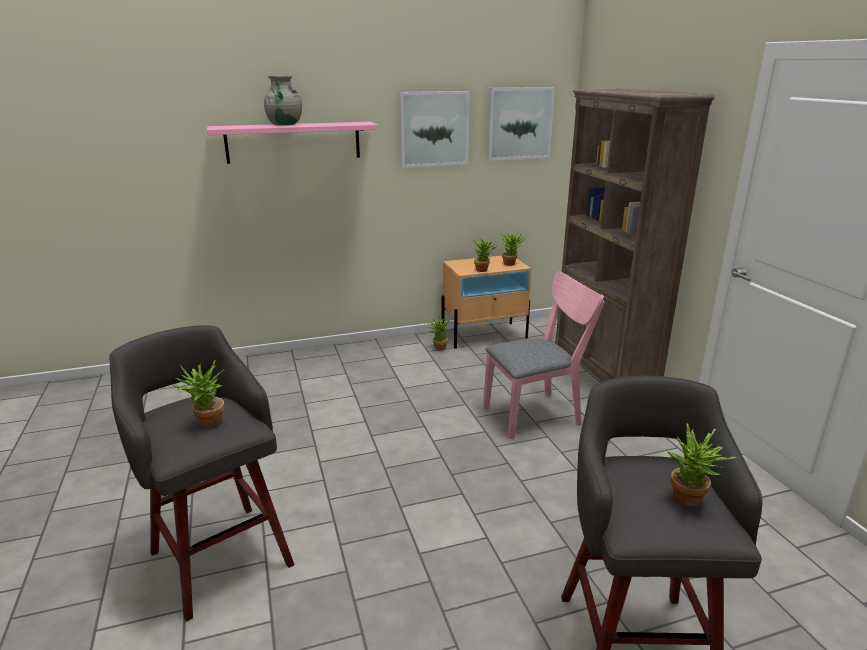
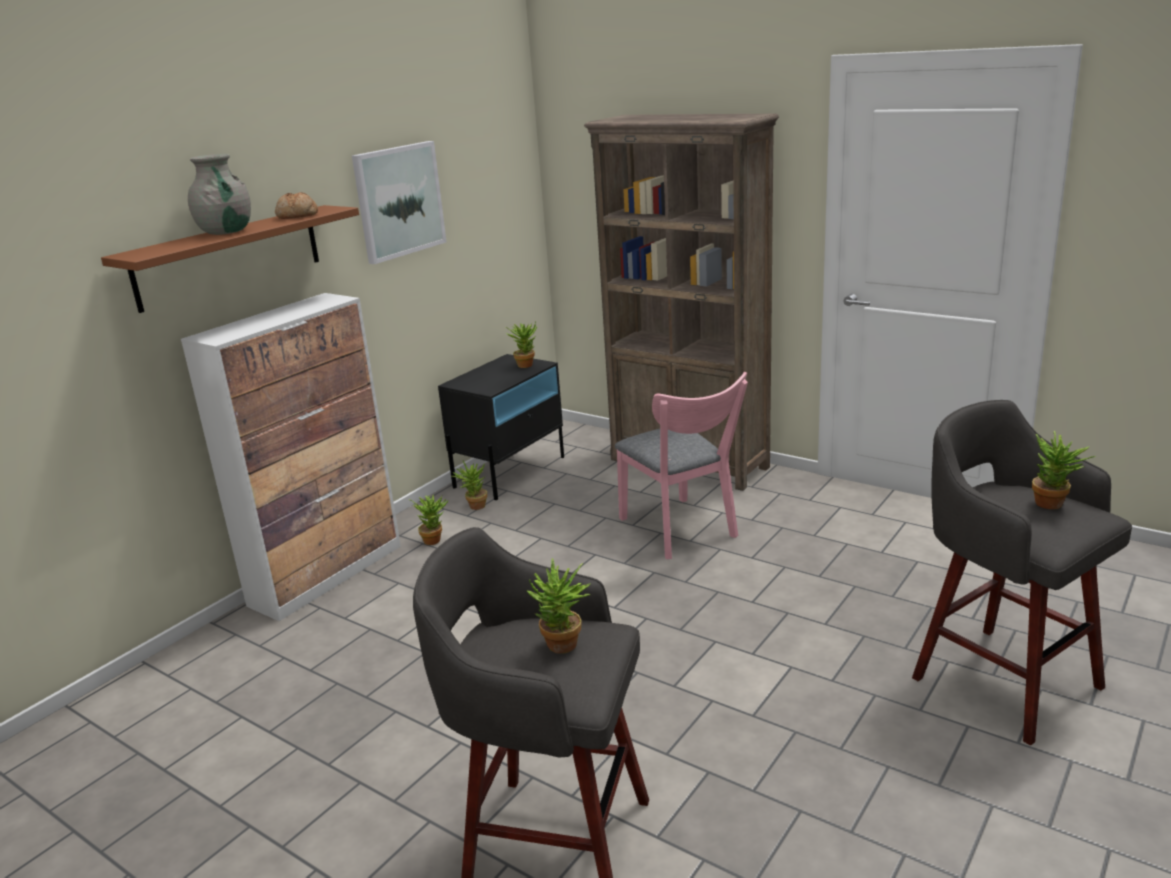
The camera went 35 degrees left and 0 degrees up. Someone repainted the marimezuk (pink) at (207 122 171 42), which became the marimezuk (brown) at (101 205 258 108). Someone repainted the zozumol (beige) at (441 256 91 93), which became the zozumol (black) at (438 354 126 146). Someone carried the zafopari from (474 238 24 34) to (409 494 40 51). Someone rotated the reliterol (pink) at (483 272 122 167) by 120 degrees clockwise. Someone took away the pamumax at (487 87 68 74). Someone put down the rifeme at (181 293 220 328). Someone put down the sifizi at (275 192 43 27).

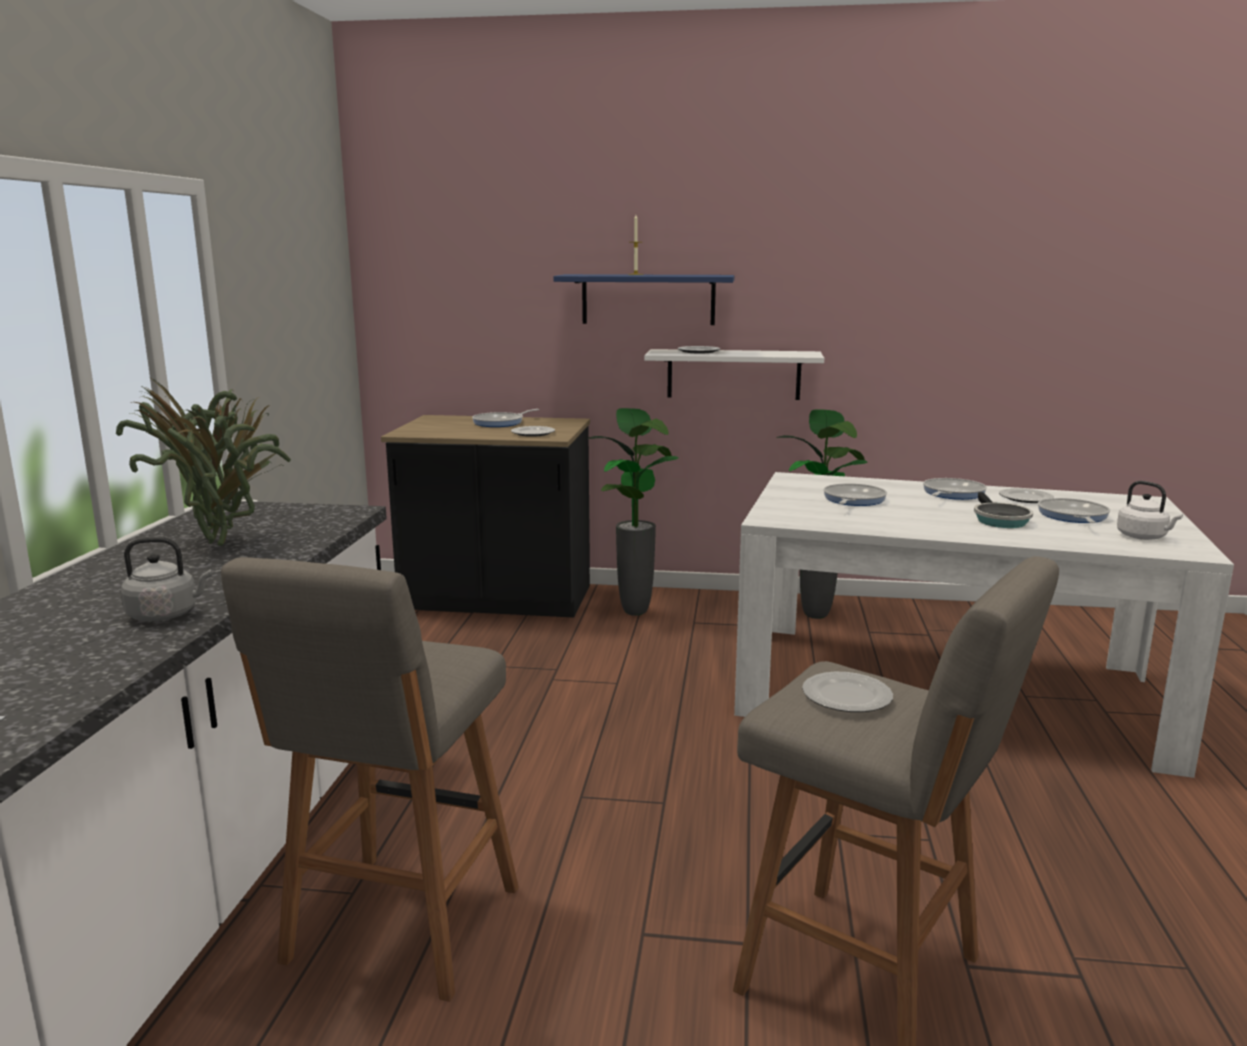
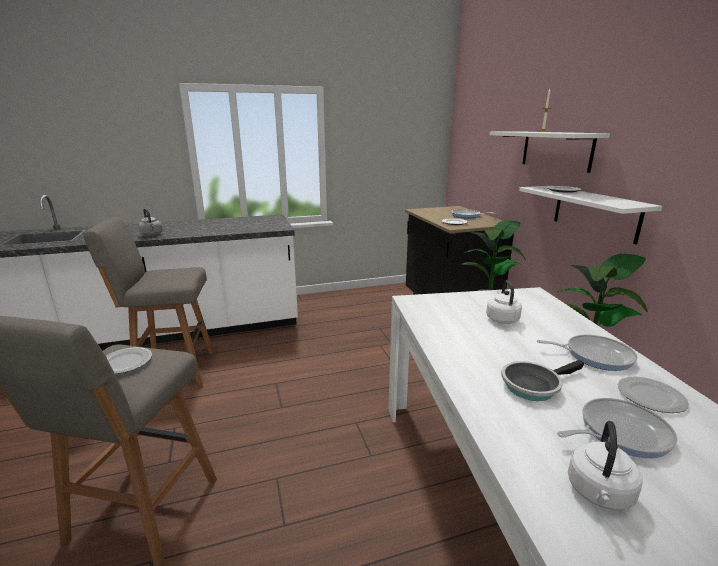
The camera went 65 degrees right and 5 degrees up. Someone took away the zafopari at (116 378 175 168). Someone repainted the marimezuk (blue) at (553 274 181 51), which became the marimezuk (white) at (490 131 120 42). Someone swapped the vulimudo at (823 483 64 23) for the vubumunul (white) at (486 280 36 44).

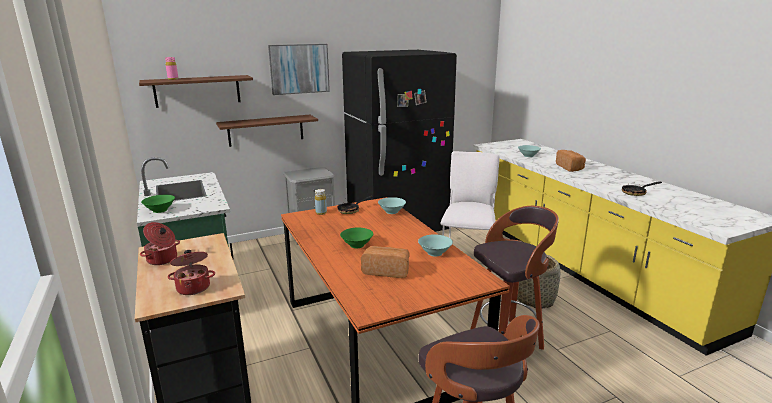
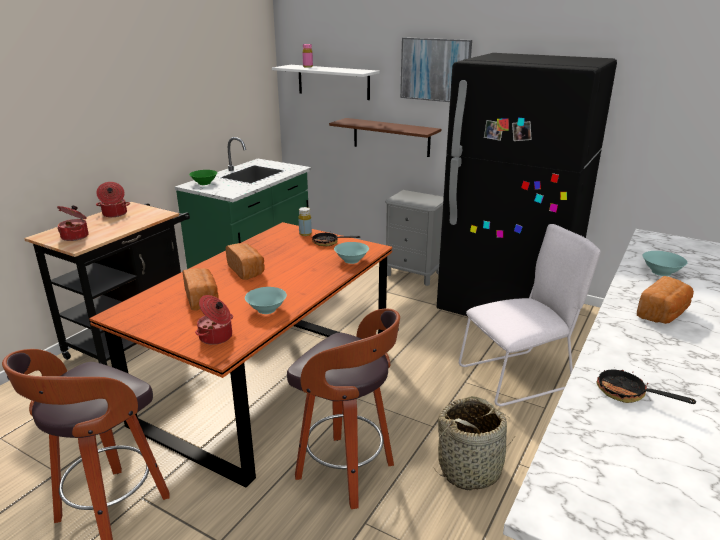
The camera went 55 degrees right and 5 degrees up. Someone repainted the marimezuk (brown) at (139 75 114 33), which became the marimezuk (white) at (272 65 108 35). Someone swapped the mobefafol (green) at (340 228 33 20) for the sifizi at (226 243 38 37). Someone put down the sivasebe at (195 295 38 50).

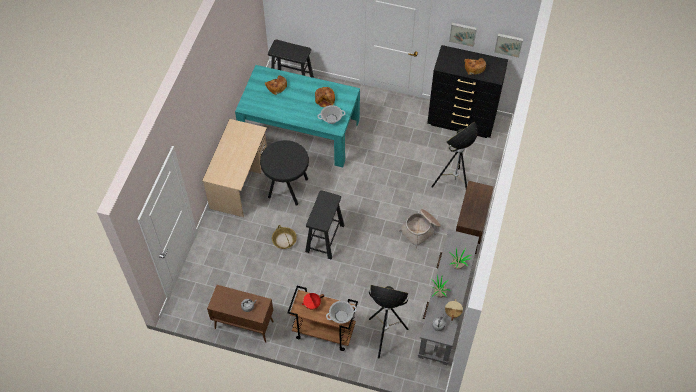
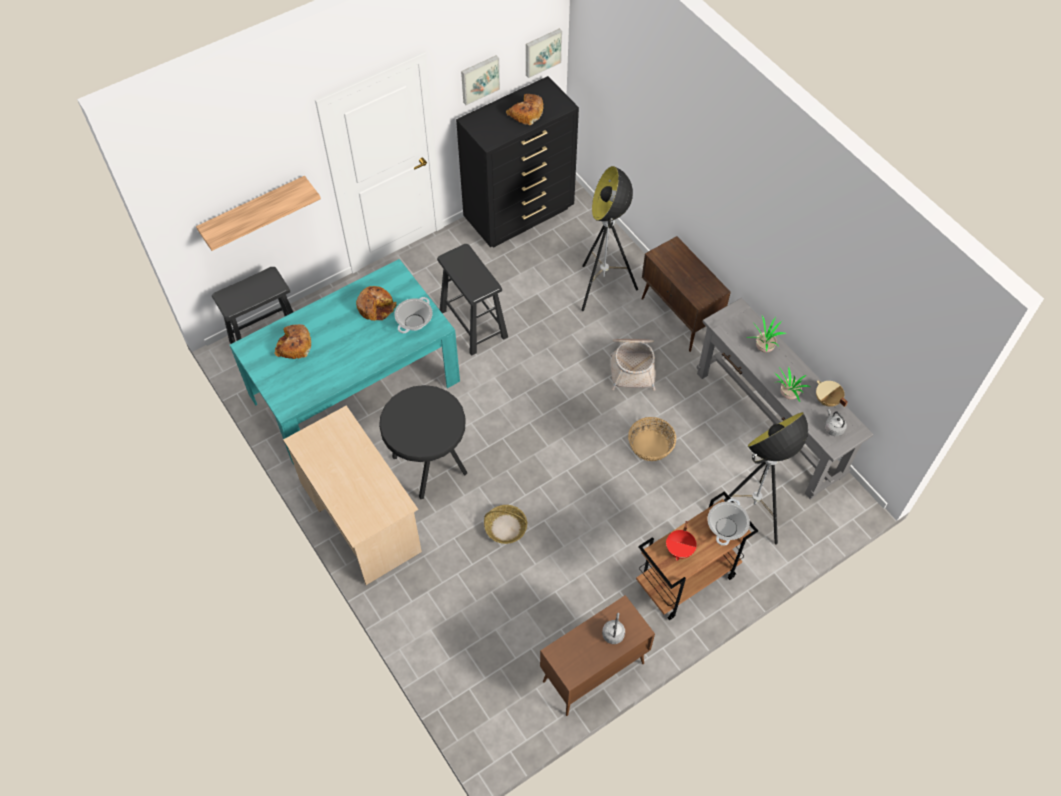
The camera went 50 degrees left and 0 degrees up. Someone carried the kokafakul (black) from (305 191 39 68) to (437 244 71 111). Someone put up the marimezuk at (196 176 125 75). Someone put down the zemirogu at (628 417 48 44).

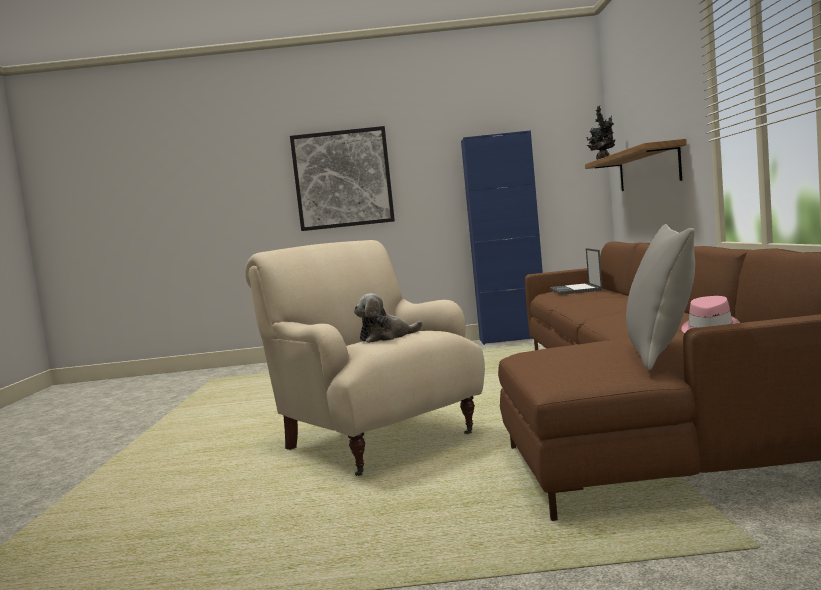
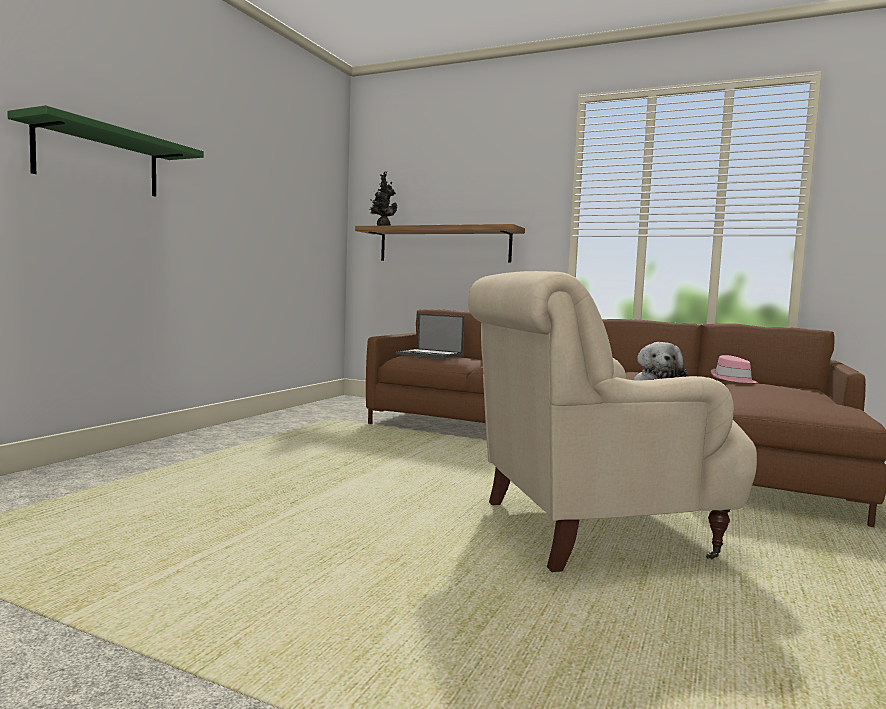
The camera went 65 degrees left and 0 degrees up. Someone swapped the pamumax at (290 126 105 105) for the marimezuk (green) at (7 105 197 92). Someone took away the rifeme (blue) at (461 130 82 215). Someone took away the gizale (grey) at (626 224 69 146).

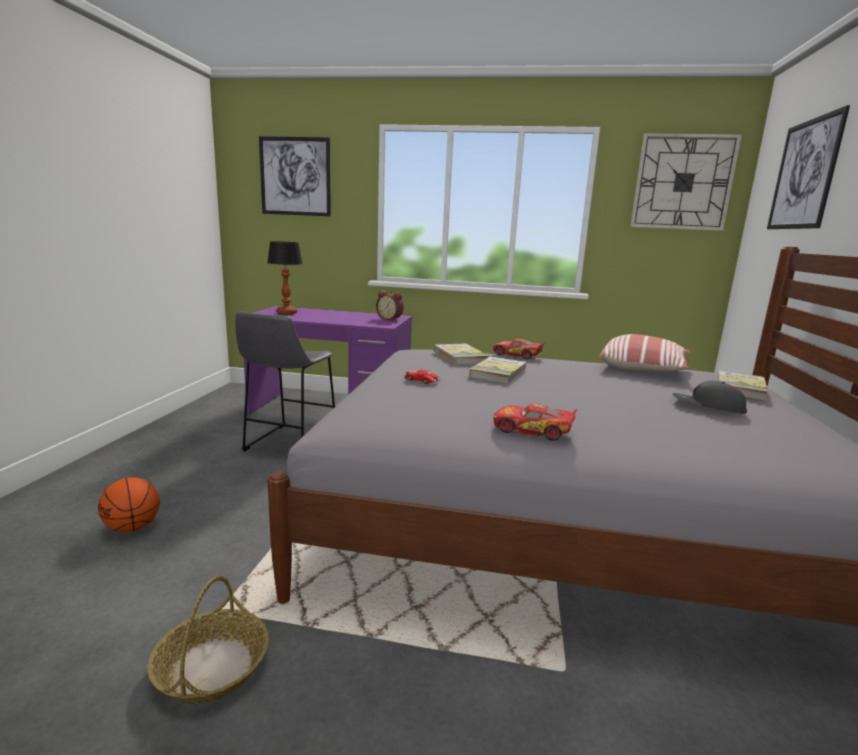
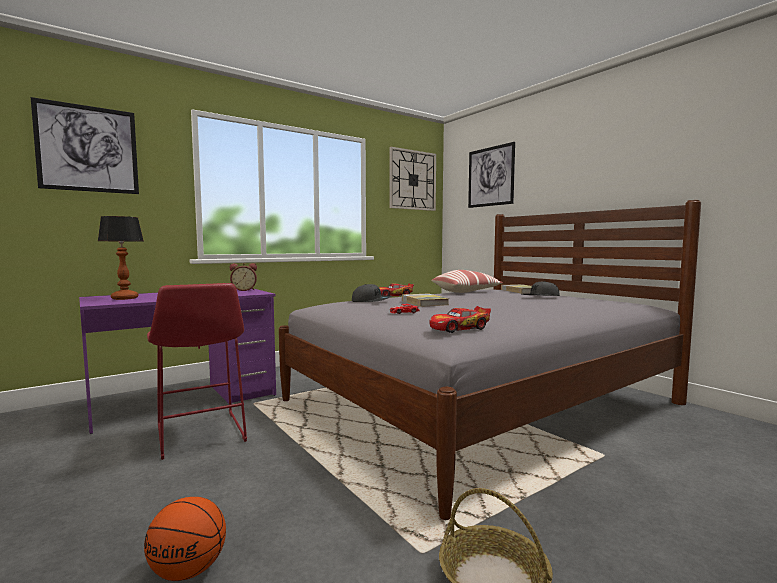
The camera went 45 degrees left and 10 degrees down. Someone repainted the kokafakul (grey) at (235 312 100 139), which became the kokafakul (red) at (147 283 100 177). Someone swapped the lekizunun at (434 343 55 22) for the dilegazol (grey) at (352 284 40 18). Someone carried the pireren from (493 403 84 38) to (429 306 62 27).

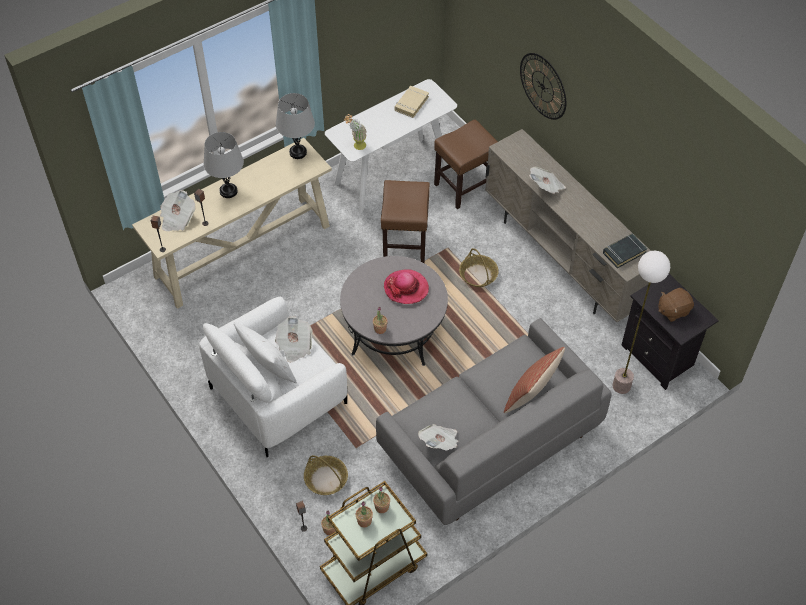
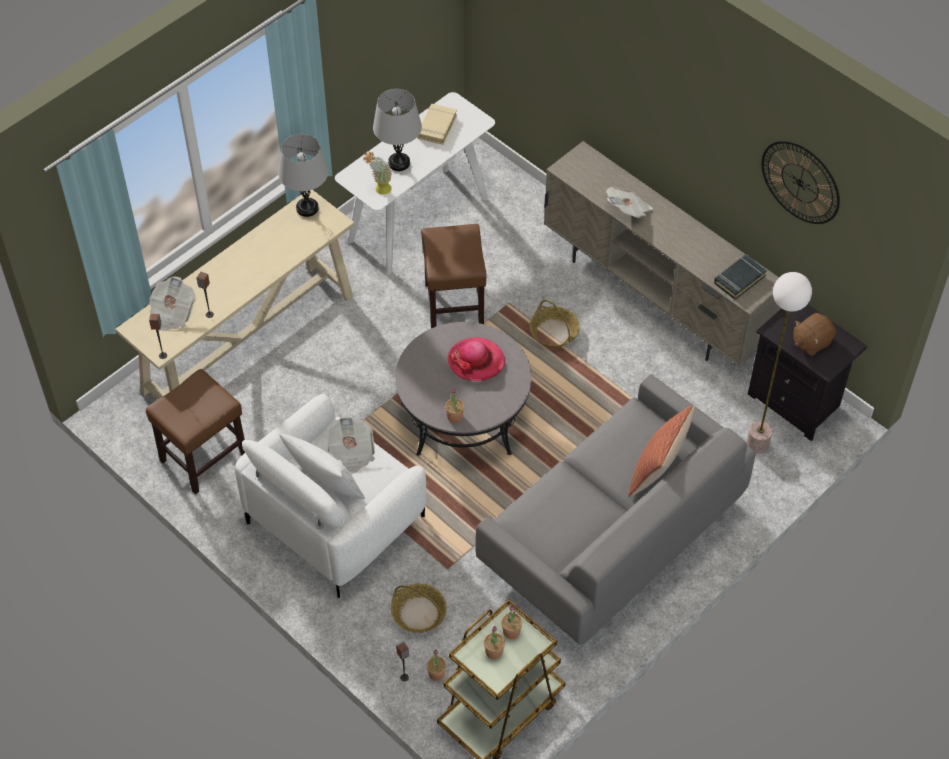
The camera went 10 degrees left and 0 degrees up. Someone carried the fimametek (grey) from (204 132 40 66) to (373 89 49 82). Someone took away the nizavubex at (418 424 40 27). Someone carried the kokafakul (brown) from (434 120 64 89) to (146 369 99 126). Someone carried the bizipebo from (520 53 46 67) to (762 141 78 83).

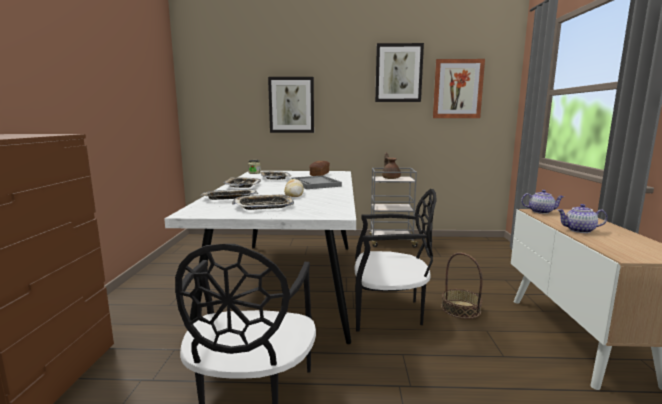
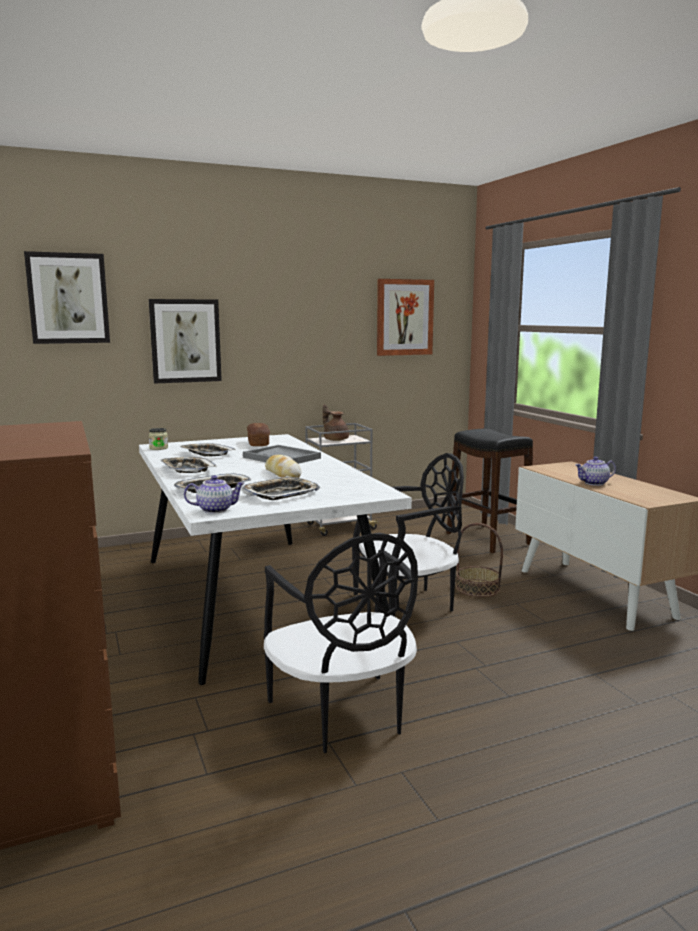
The camera went 25 degrees left and 0 degrees up. Someone carried the pamumax from (375 43 49 59) to (24 251 86 93). Someone carried the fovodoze from (521 190 43 24) to (184 475 61 38). Someone put down the kokafakul (black) at (446 429 87 124).

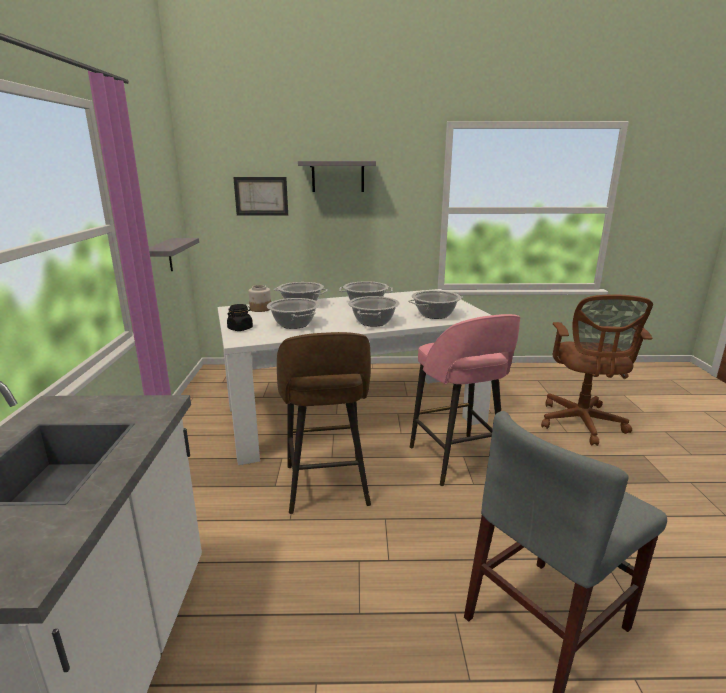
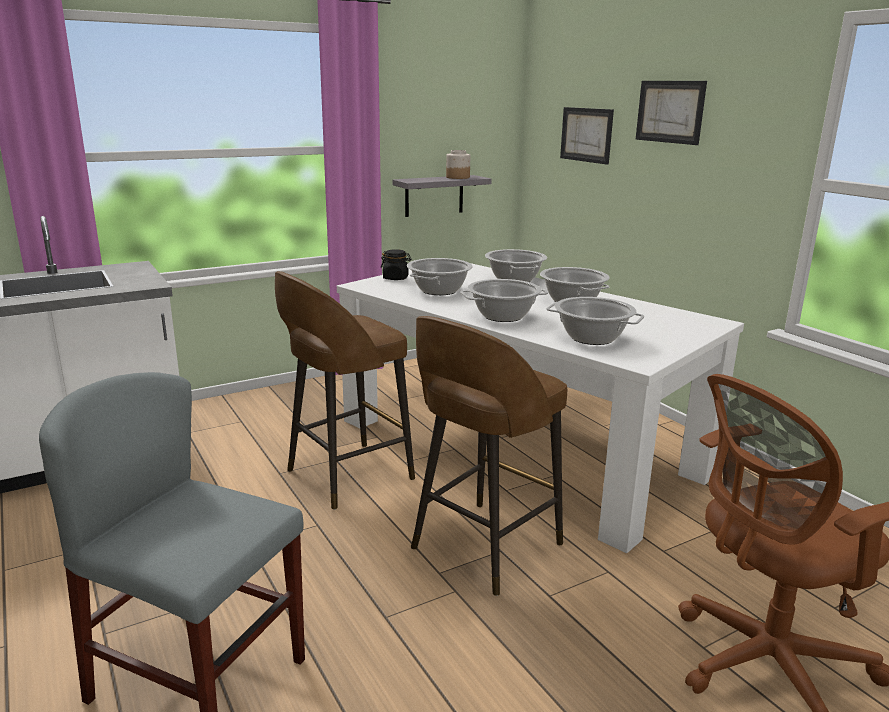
The camera went 60 degrees right and 0 degrees up. Someone carried the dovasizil from (248 285 23 27) to (446 150 24 29). Someone swapped the marimezuk (grey) at (298 161 78 31) for the pamumax at (636 81 71 64). Someone repainted the kokafakul (pink) at (410 314 110 172), which became the kokafakul (brown) at (411 316 156 280).

